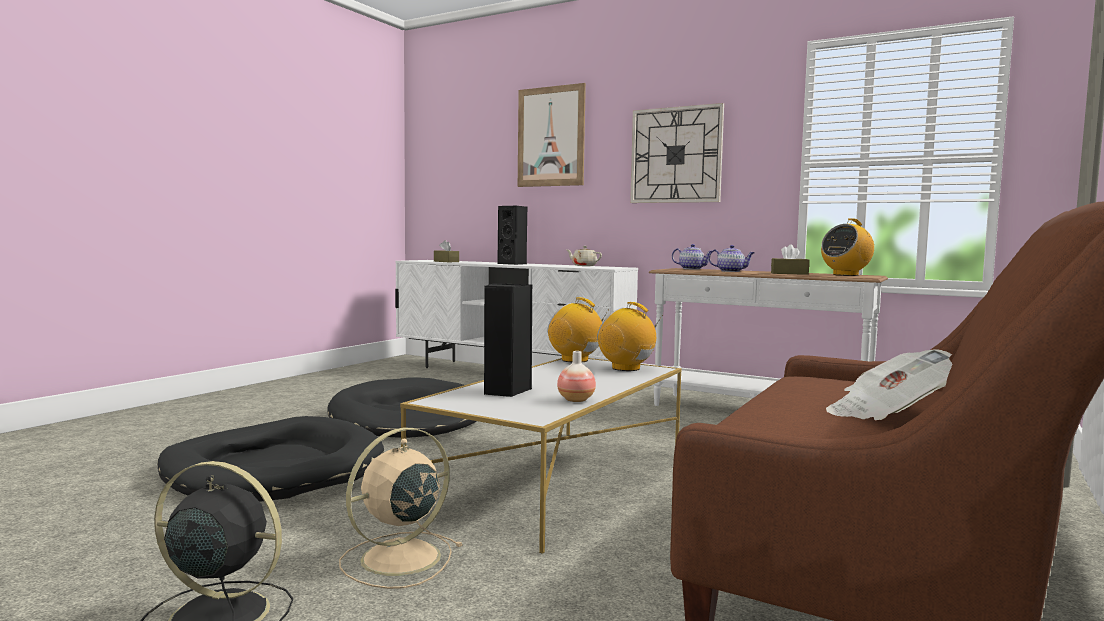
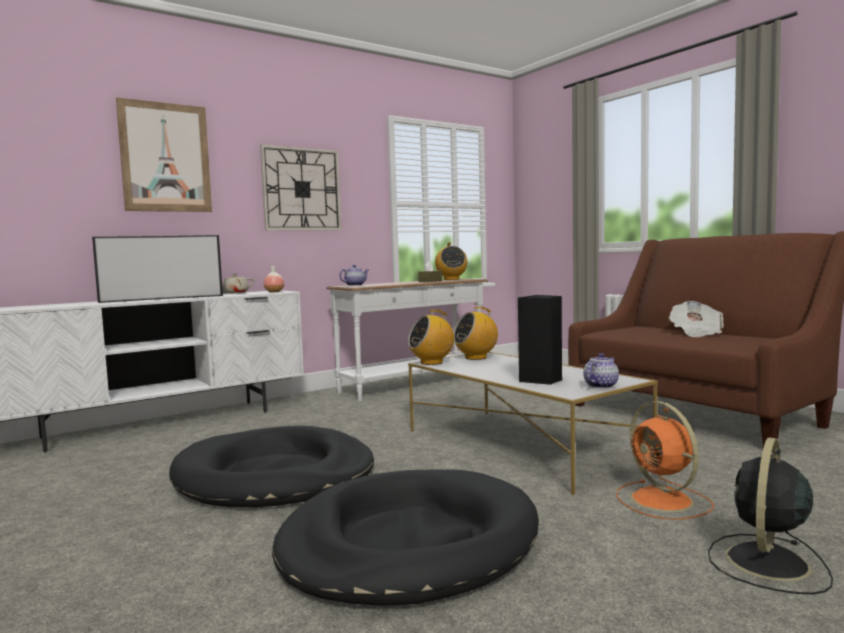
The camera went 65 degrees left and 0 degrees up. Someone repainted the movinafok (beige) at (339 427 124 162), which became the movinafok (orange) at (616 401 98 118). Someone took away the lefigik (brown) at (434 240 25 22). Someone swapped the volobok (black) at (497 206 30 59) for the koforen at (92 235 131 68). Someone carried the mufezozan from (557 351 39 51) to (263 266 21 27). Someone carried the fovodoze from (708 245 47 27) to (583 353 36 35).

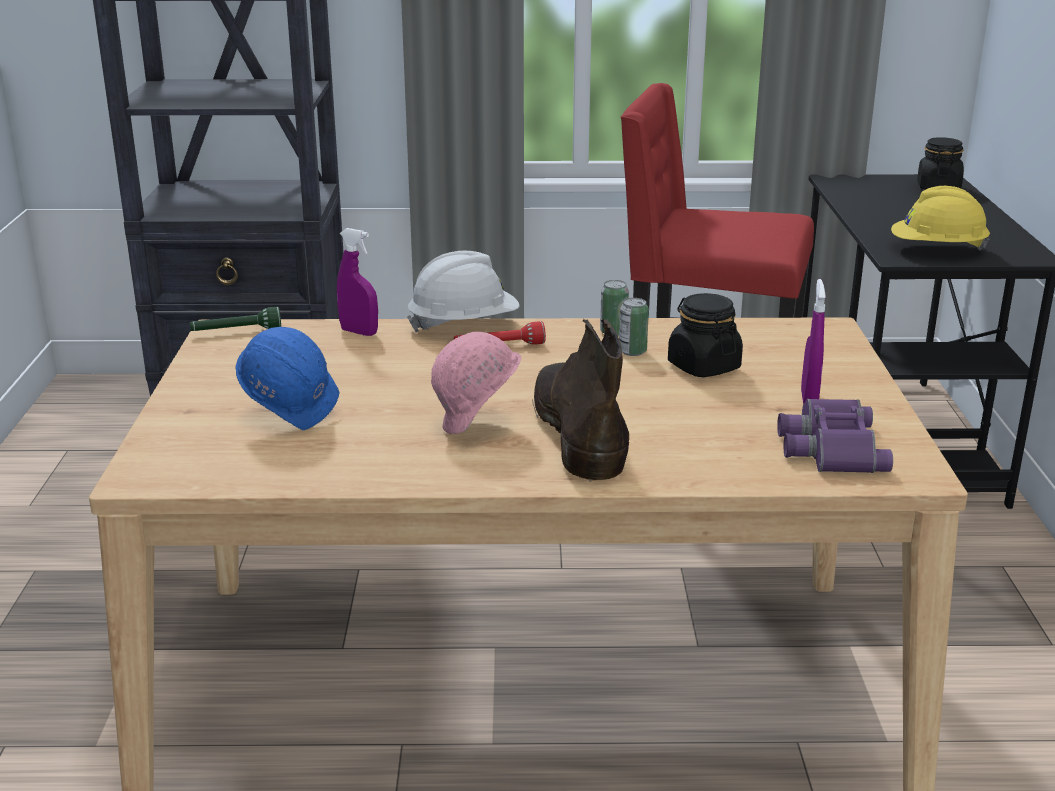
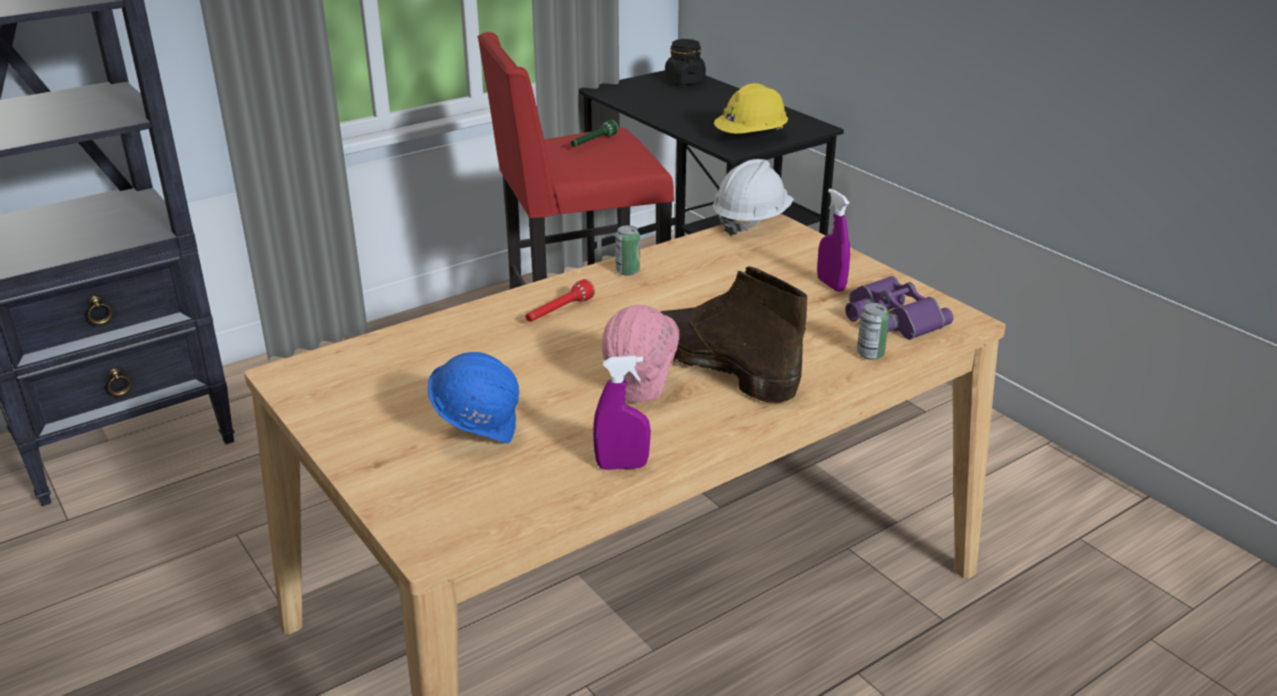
The camera went 35 degrees left and 5 degrees up. Someone carried the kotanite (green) from (190 307 91 24) to (571 120 47 27). Someone carried the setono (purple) from (337 228 41 108) to (593 356 58 114). Someone carried the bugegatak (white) from (407 251 113 81) to (713 159 81 77). Someone carried the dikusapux from (619 298 30 58) to (857 303 32 57). Someone took away the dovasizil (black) at (668 293 75 84).

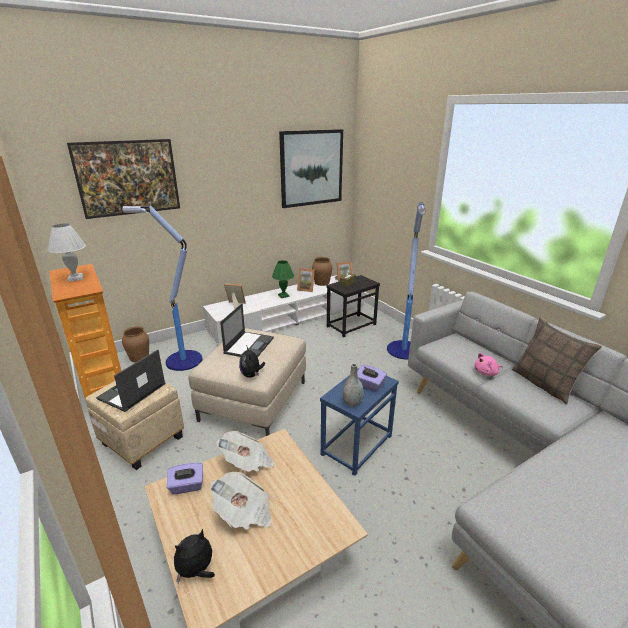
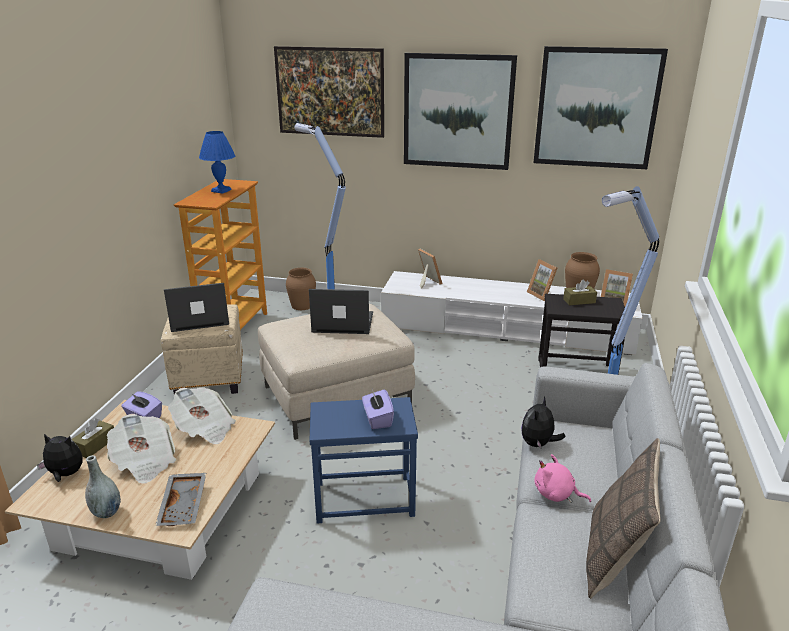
The camera went 45 degrees right and 0 degrees up. Someone repainted the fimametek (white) at (48 223 38 59), which became the fimametek (blue) at (199 131 37 63). Someone rotated the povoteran at (220 303 54 55) by 150 degrees counterclockwise. Someone carried the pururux from (239 345 26 33) to (521 396 45 53). Someone took away the fimametek (green) at (272 260 22 38). Someone carried the mufezozan (grey) from (343 363 21 44) to (85 455 36 63). Someone put down the lefigik (brown) at (71 418 43 40). Someone put down the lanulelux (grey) at (155 473 51 53). Someone put up the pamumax at (404 53 113 117).

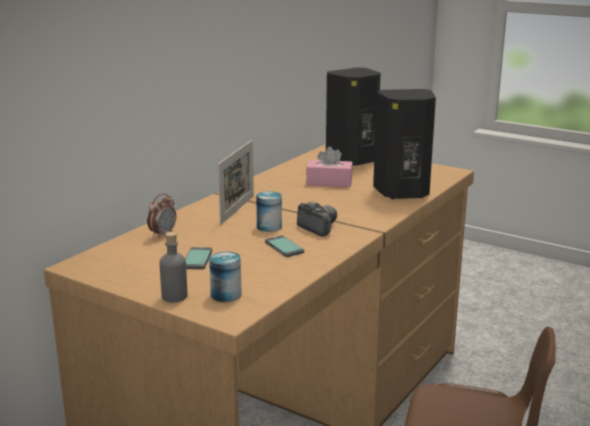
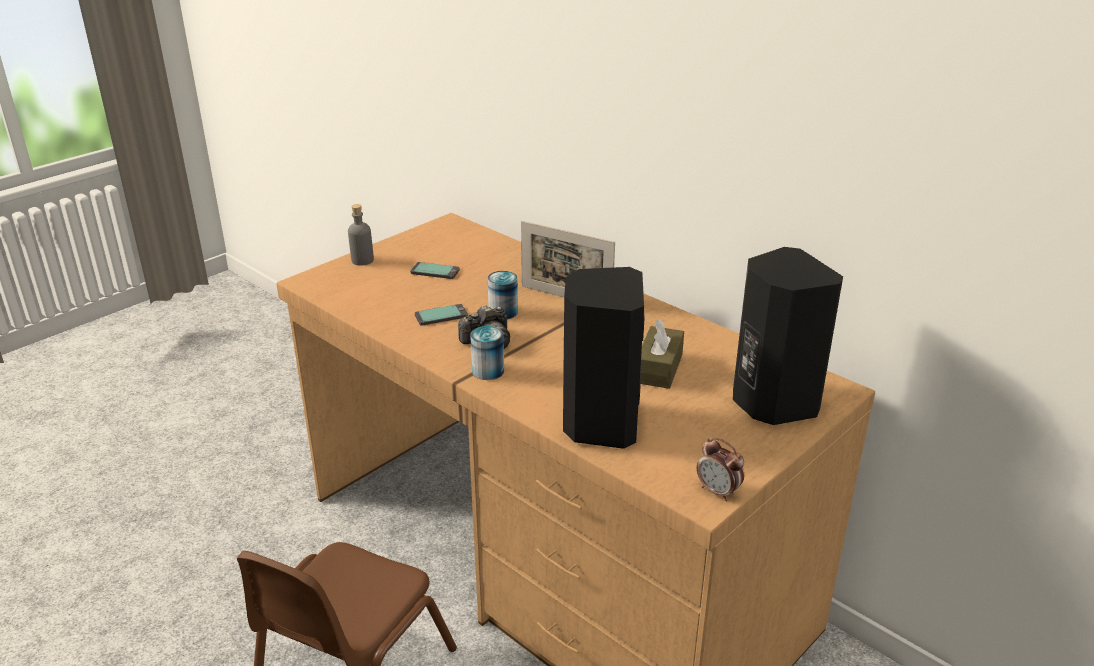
The camera went 100 degrees right and 10 degrees up. Someone carried the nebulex from (147 193 29 45) to (697 438 47 63). Someone carried the dikusapux from (209 252 33 50) to (470 326 34 54). Someone repainted the lefigik (pink) at (306 146 47 41), which became the lefigik (brown) at (641 319 43 70).

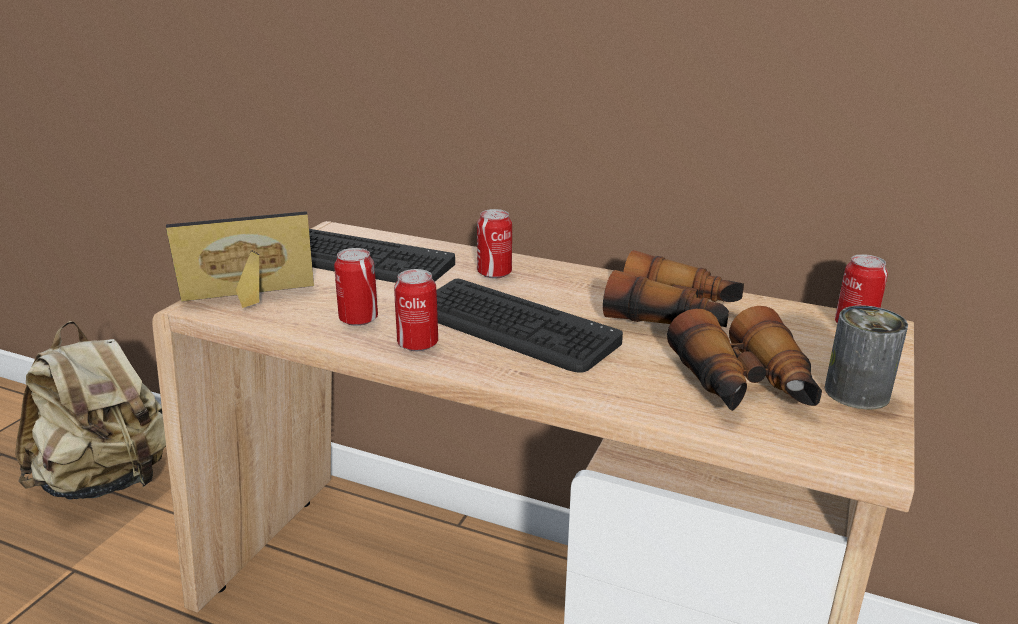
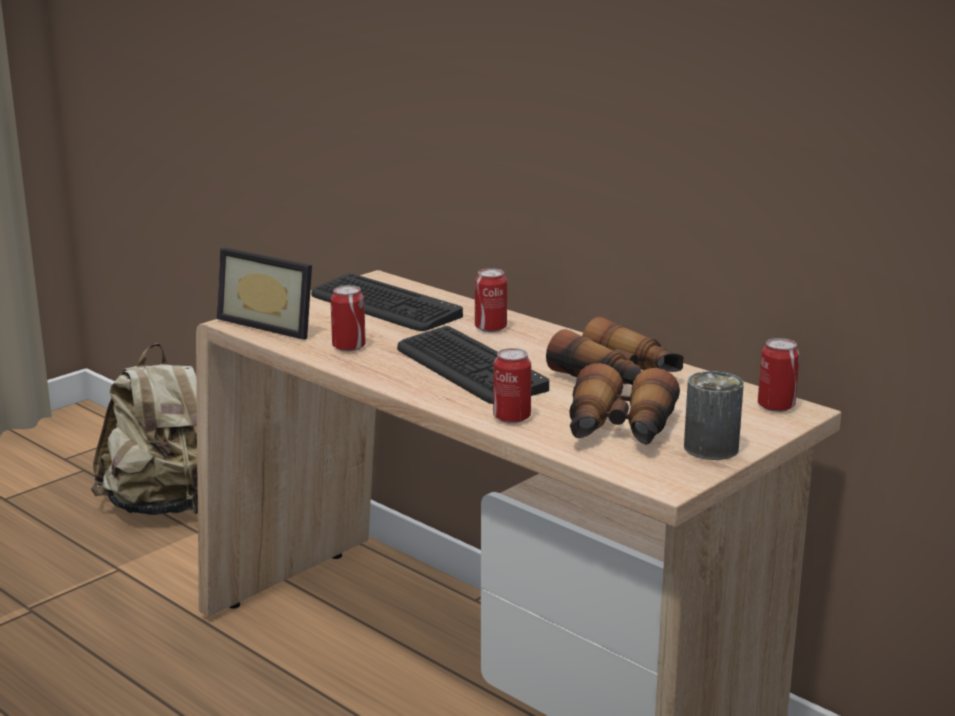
The camera went 20 degrees right and 5 degrees down. Someone rotated the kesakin at (166 211 148 97) by 150 degrees counterclockwise. Someone carried the dikusapux from (394 269 44 82) to (493 348 38 75).

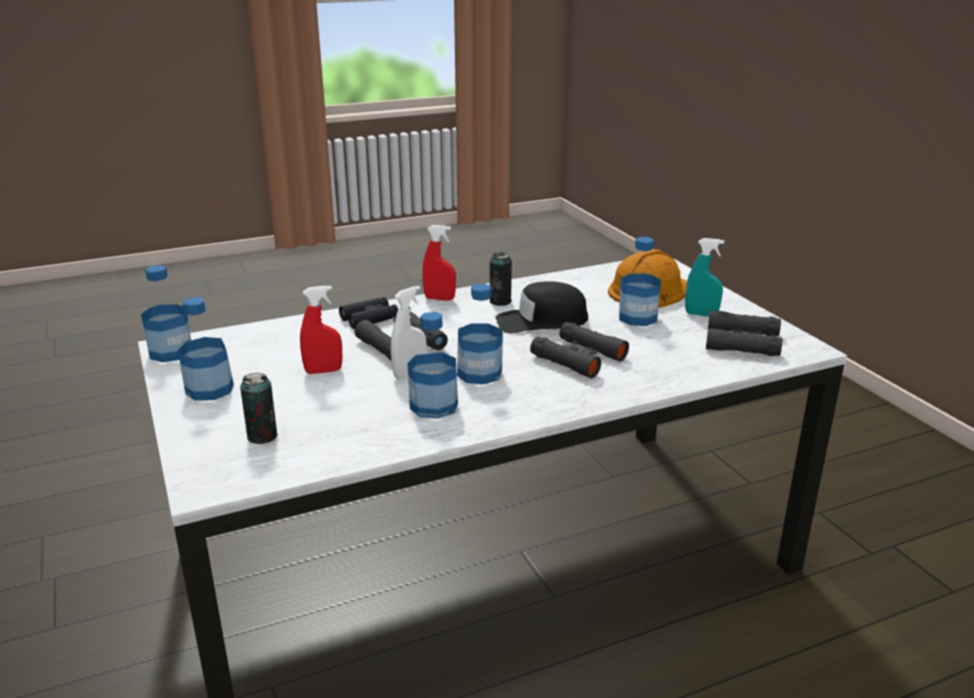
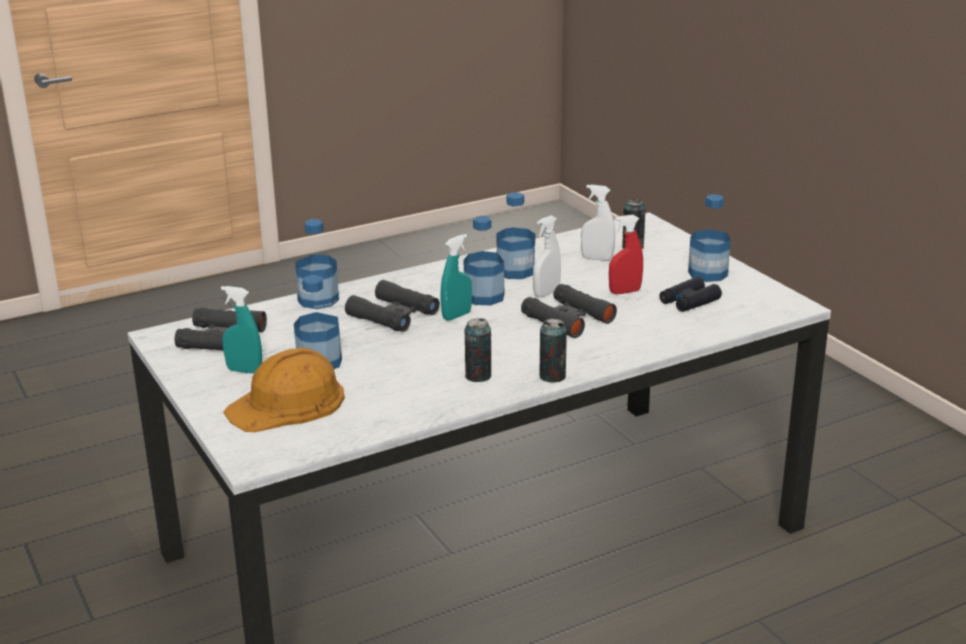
The camera went 175 degrees right and 0 degrees up. Someone carried the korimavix from (141 265 50 97) to (295 219 44 90). Someone carried the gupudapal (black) from (339 297 59 32) to (659 277 63 35). Someone swapped the setono (red) at (422 225 34 76) for the dikusapux at (540 319 27 63). Someone took away the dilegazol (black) at (495 281 93 53). Someone put down the setono (turquoise) at (440 234 32 87). Someone put down the setono (white) at (581 184 34 77).

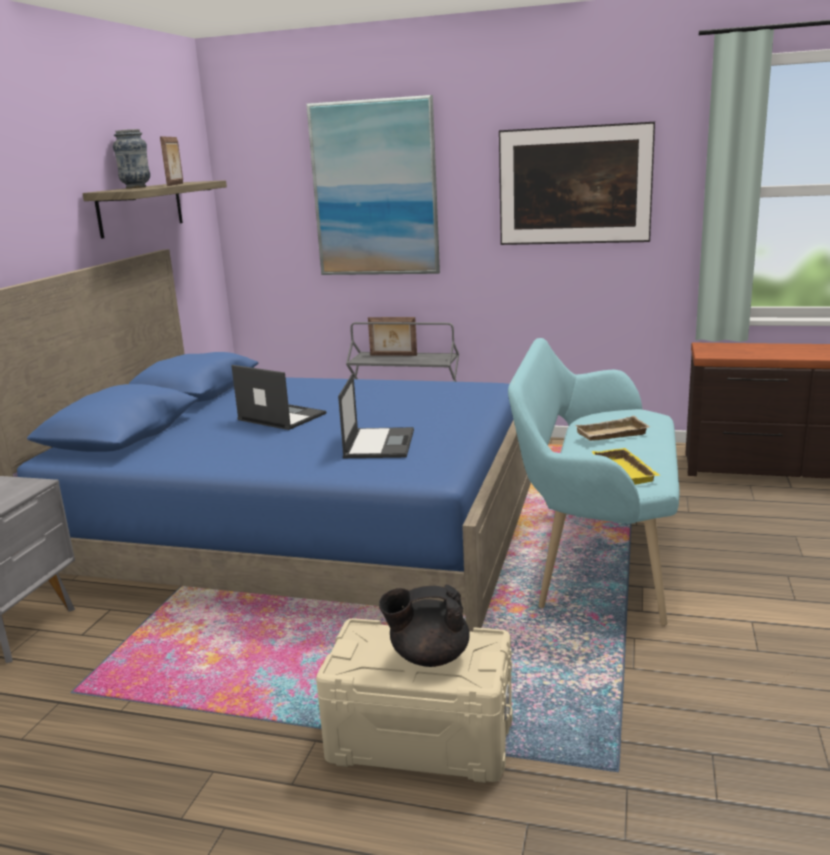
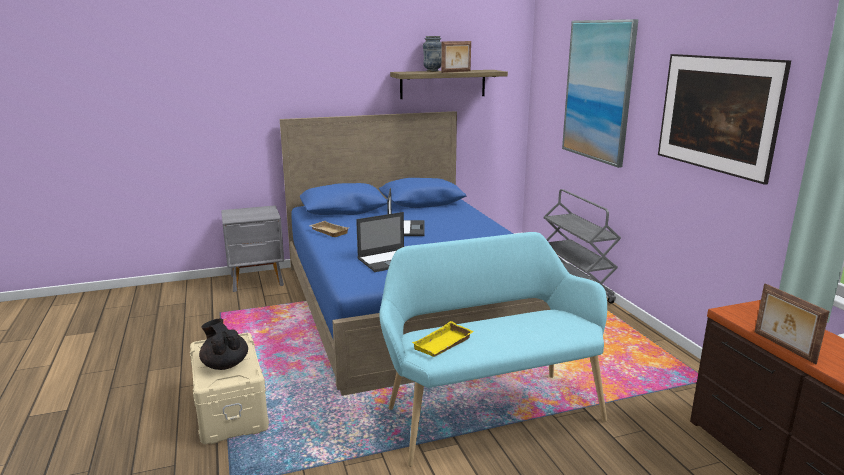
The camera went 55 degrees right and 0 degrees up. Someone carried the kesakin from (368 317 49 39) to (755 283 75 81). Someone carried the lanulelux (beige) from (576 416 74 25) to (310 221 39 16).

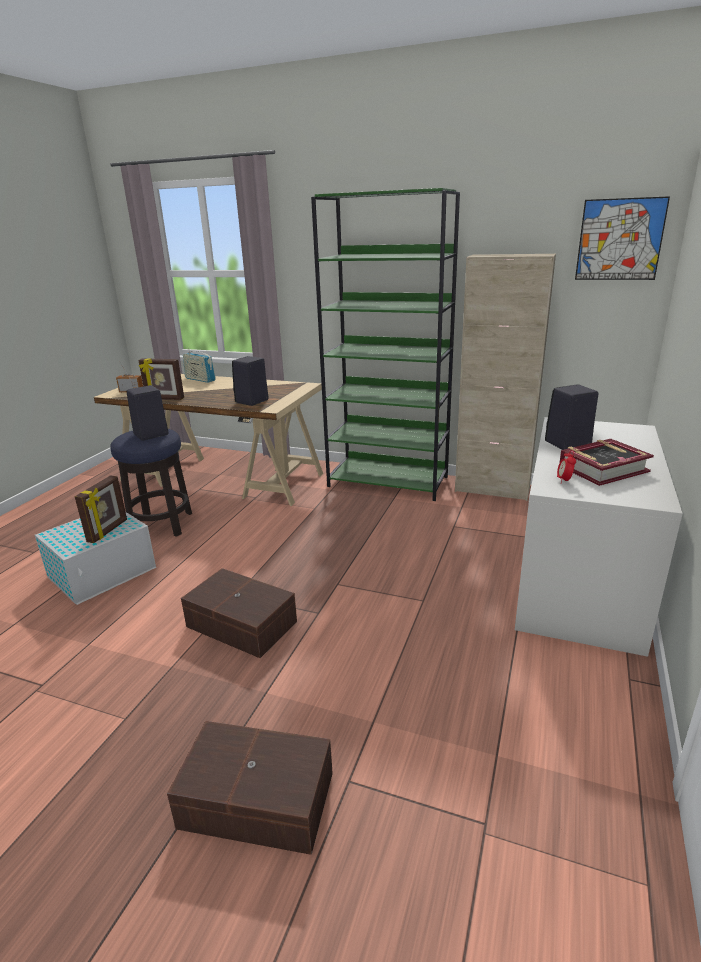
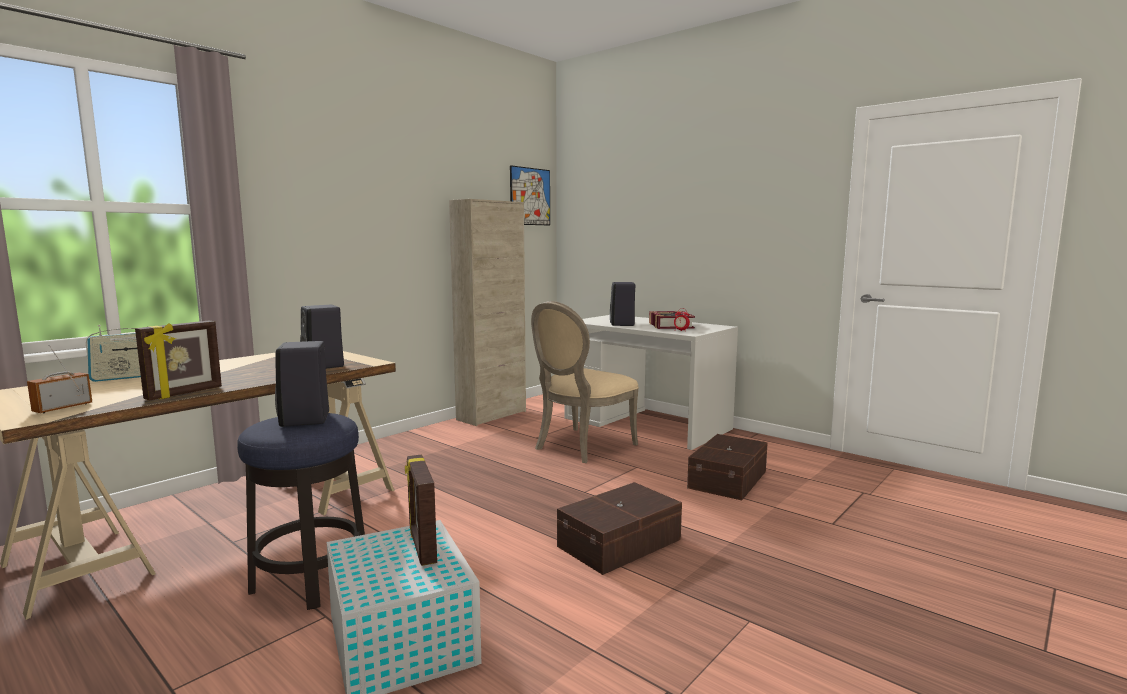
The camera went 70 degrees left and 15 degrees down. Someone rotated the kesakin at (75 475 52 68) by 150 degrees counterclockwise. Someone carried the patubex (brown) from (167 721 166 134) to (687 434 81 66). Someone took away the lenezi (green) at (311 188 149 313). Someone put down the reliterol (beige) at (531 301 108 162).

